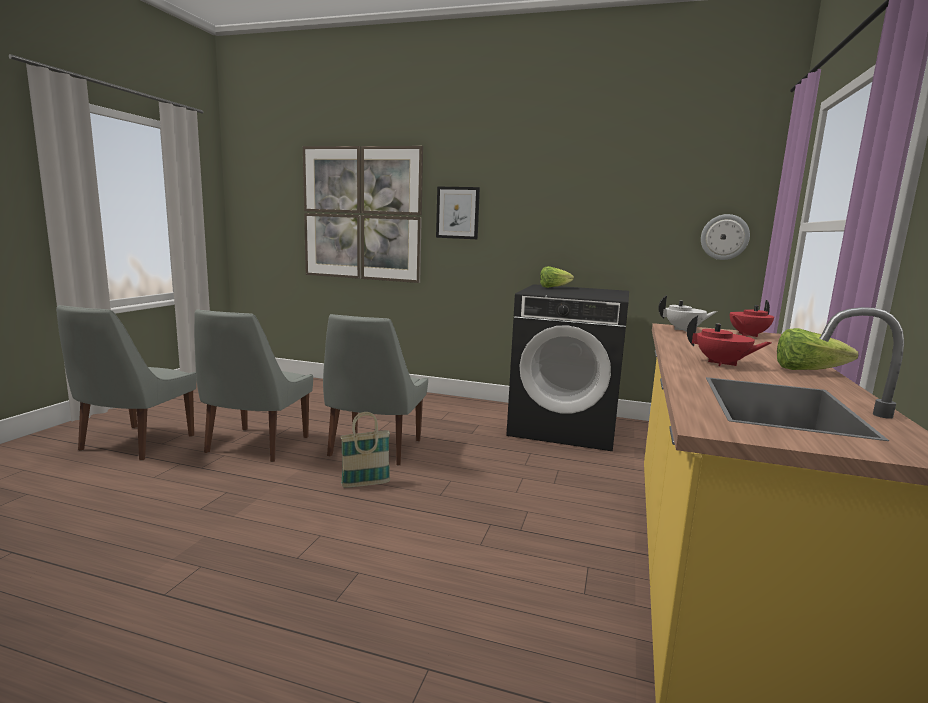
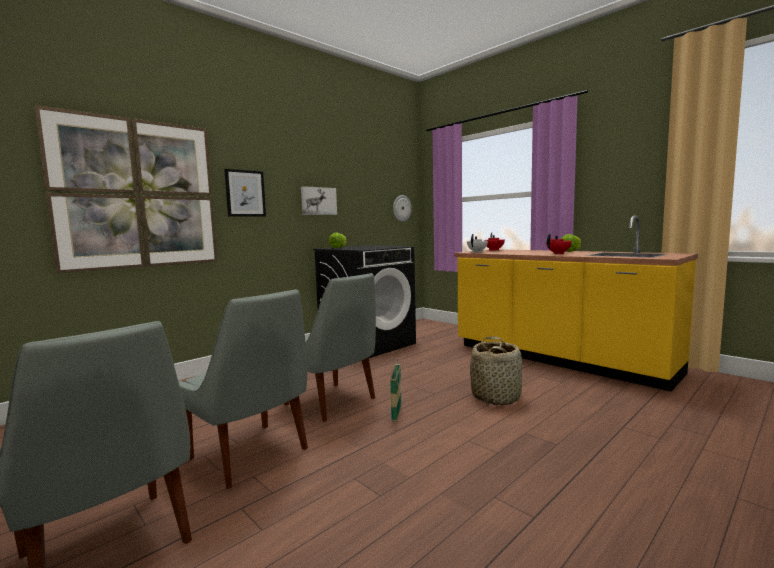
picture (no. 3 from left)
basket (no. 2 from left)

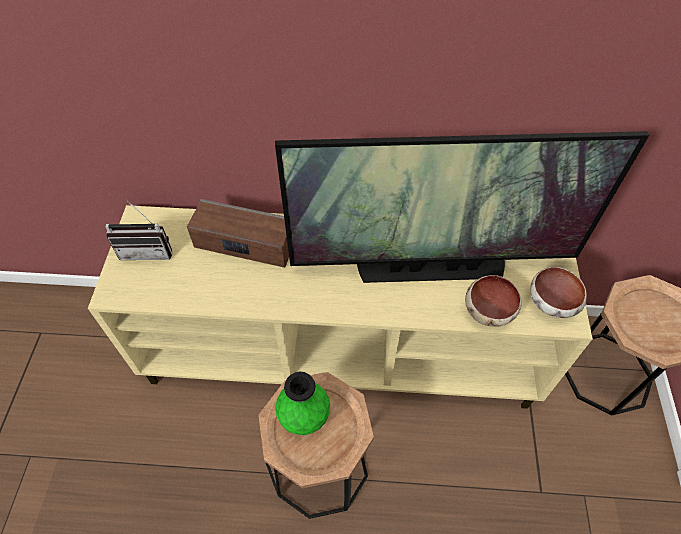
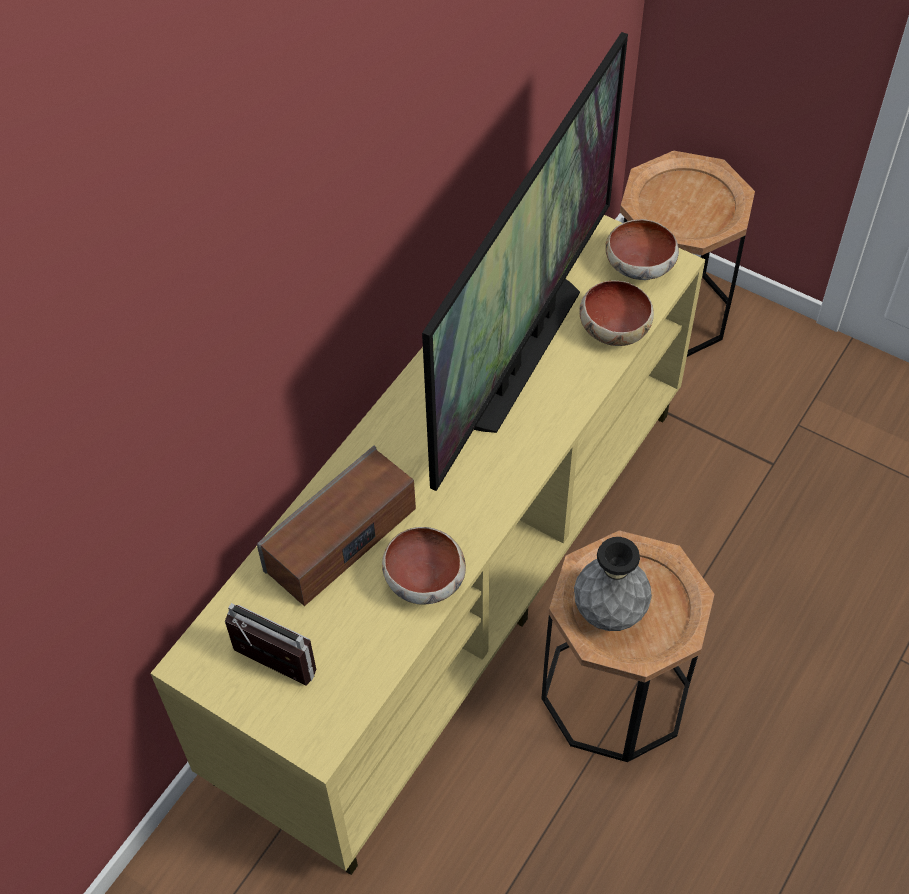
radio
vase (grey)
bowl (no. 1 from left)

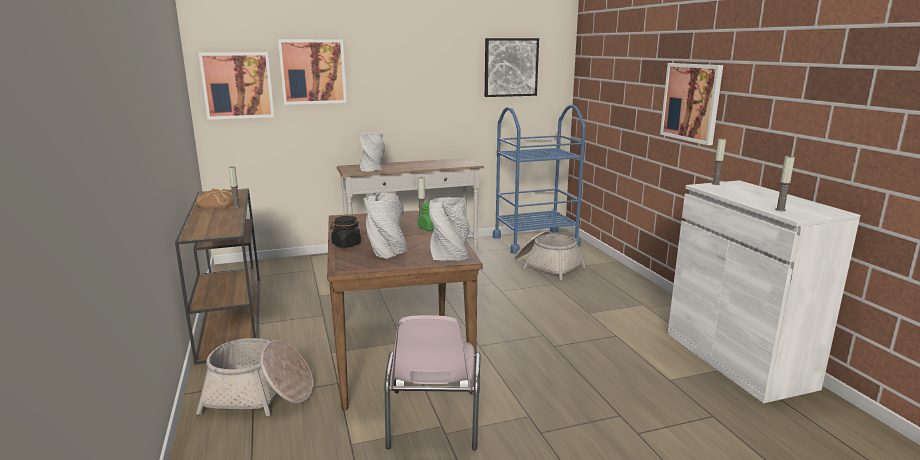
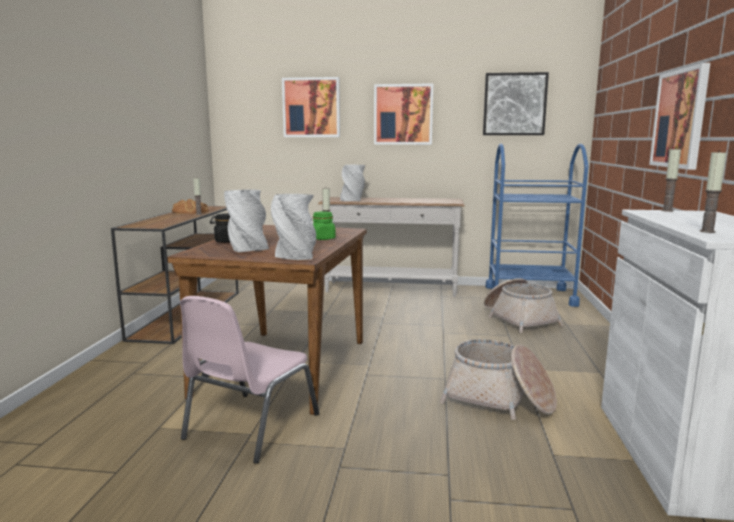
picture (no. 2 from left)
basket (no. 1 from left)

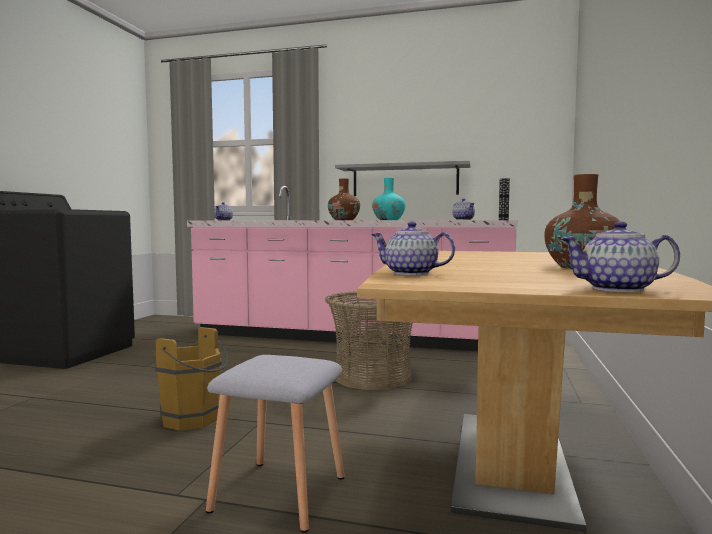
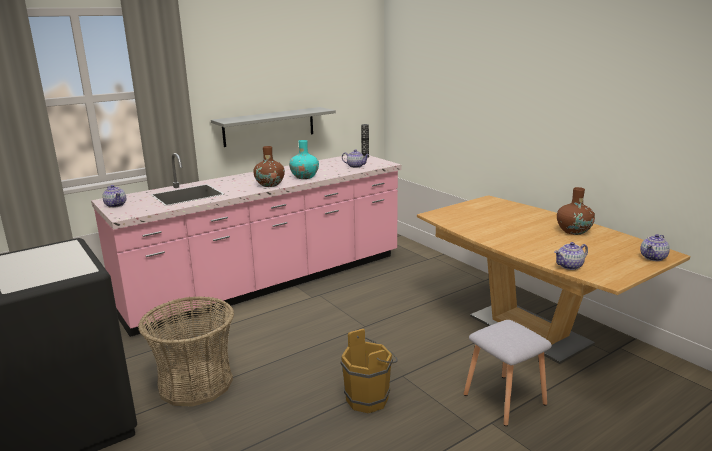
basket

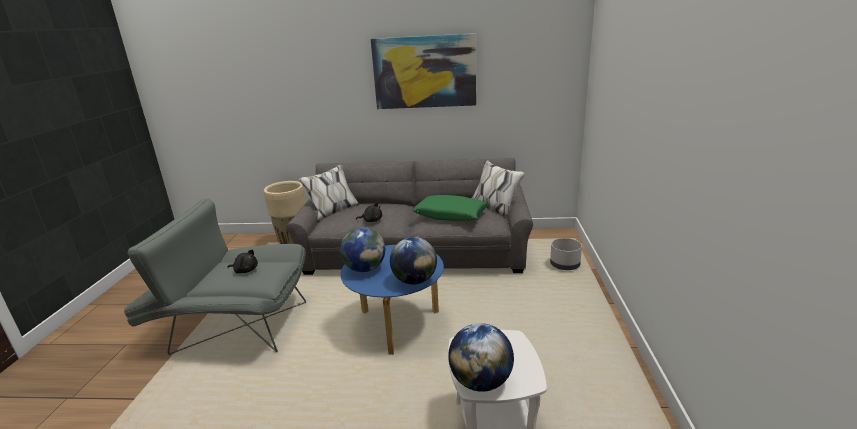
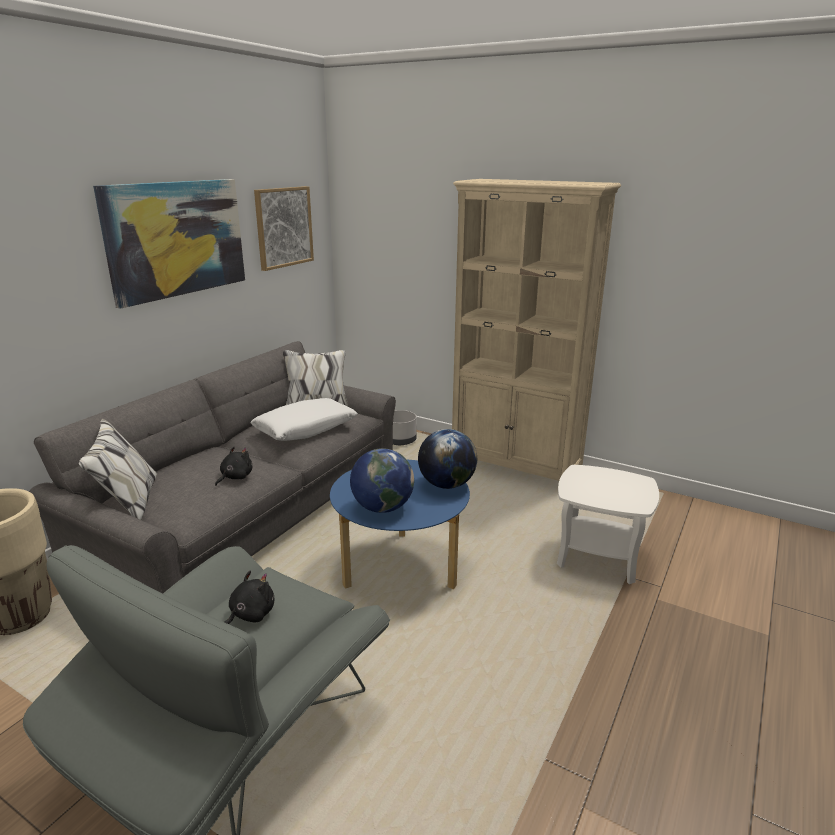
pillow (white)
globe (no. 3 from left in the first image)
bookcase (beige)
picture (no. 2 from left)

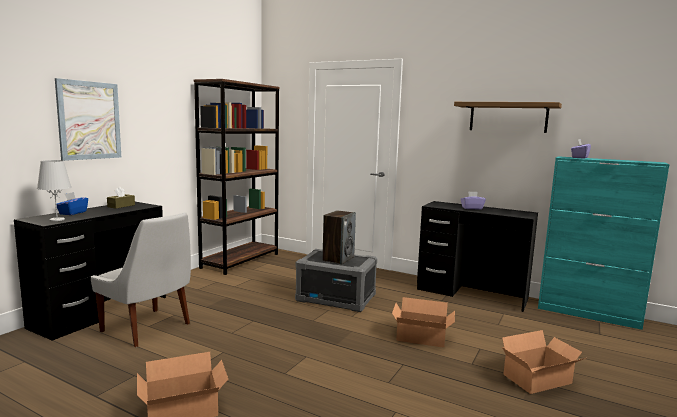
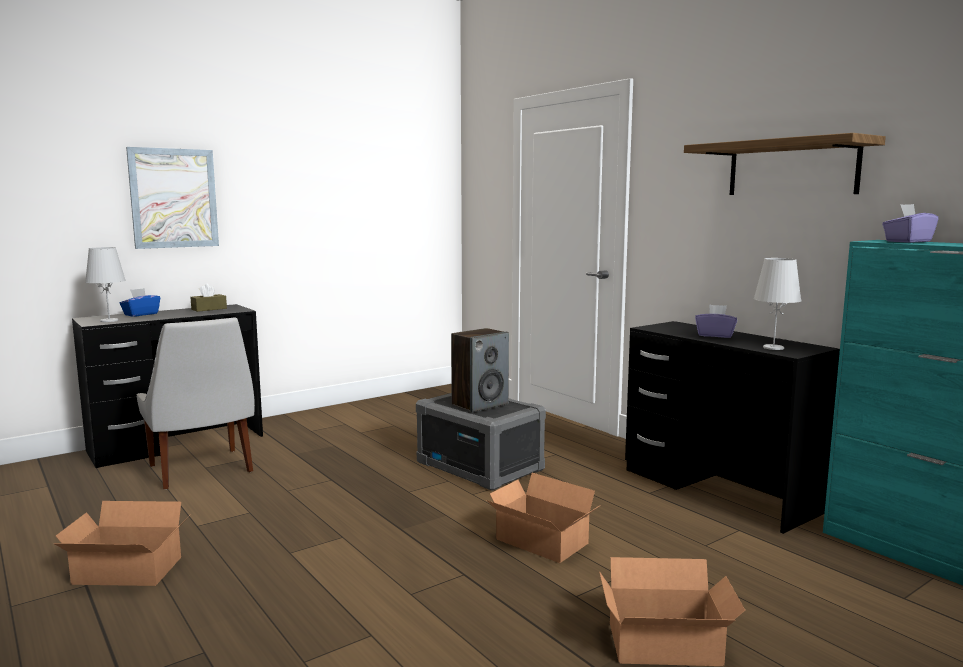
bookcase (brown)
table lamp (white) (no. 2 from left)

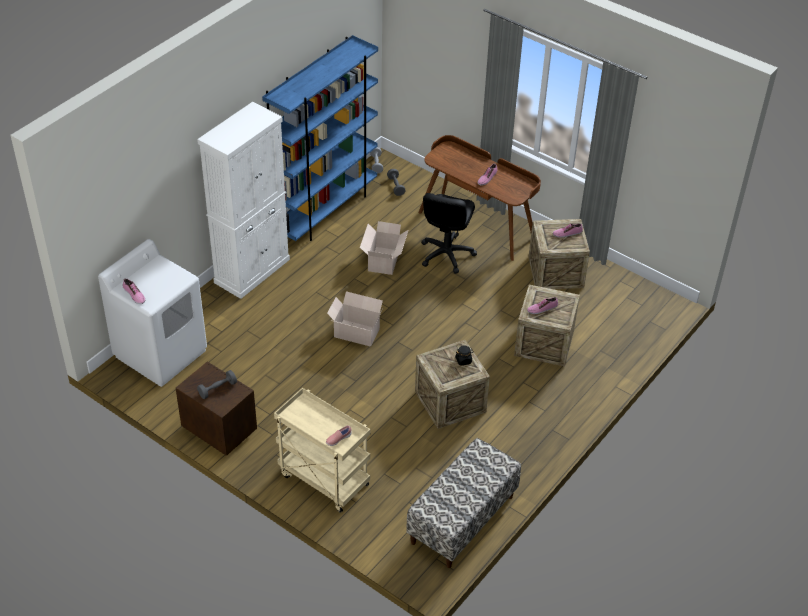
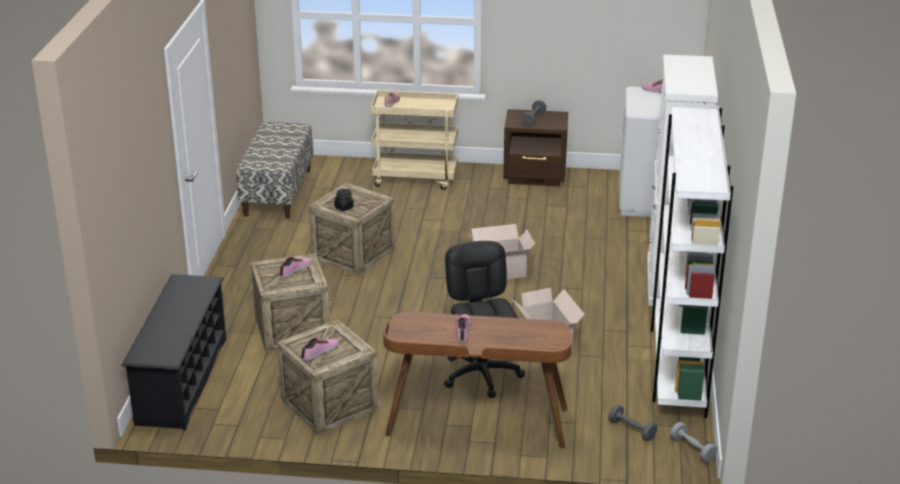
bookcase (white)
shoe rack (black)

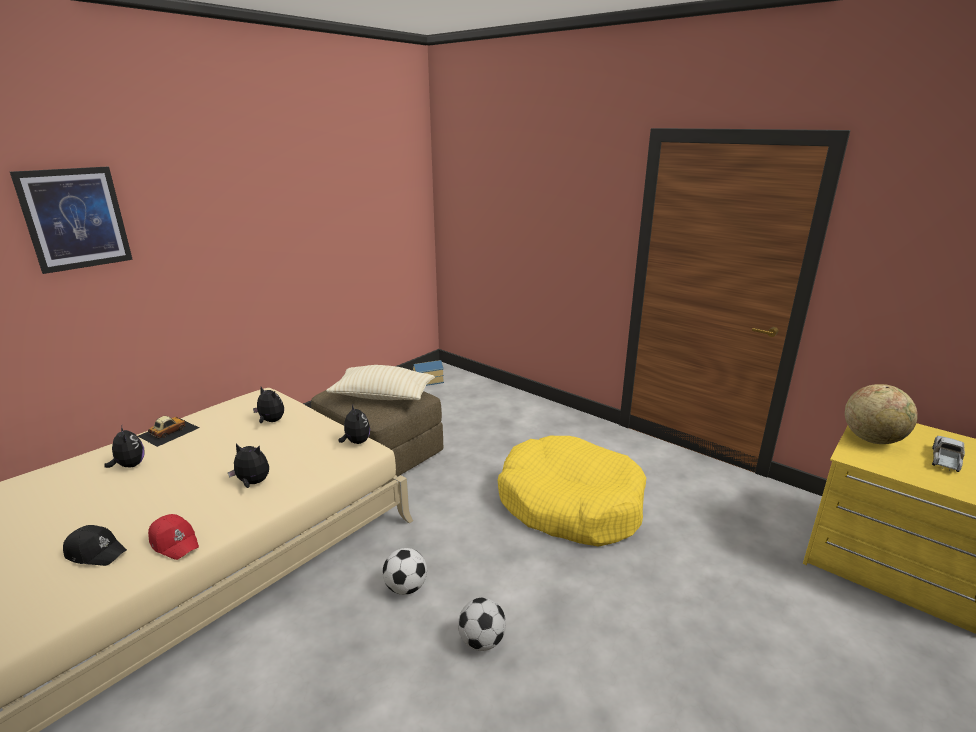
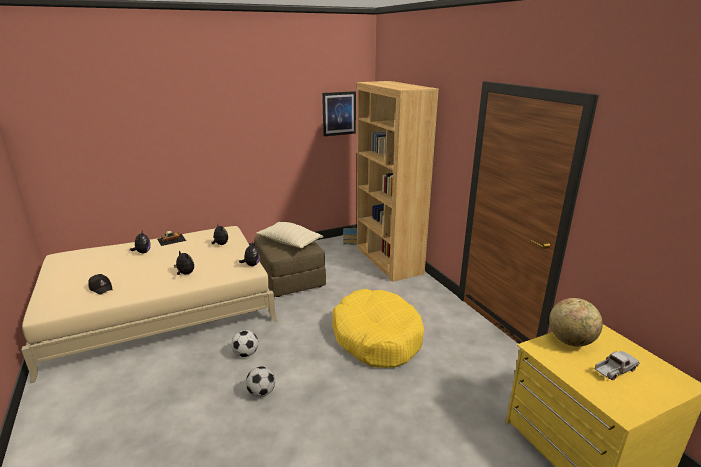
picture
cap (red)
bookcase (brown)

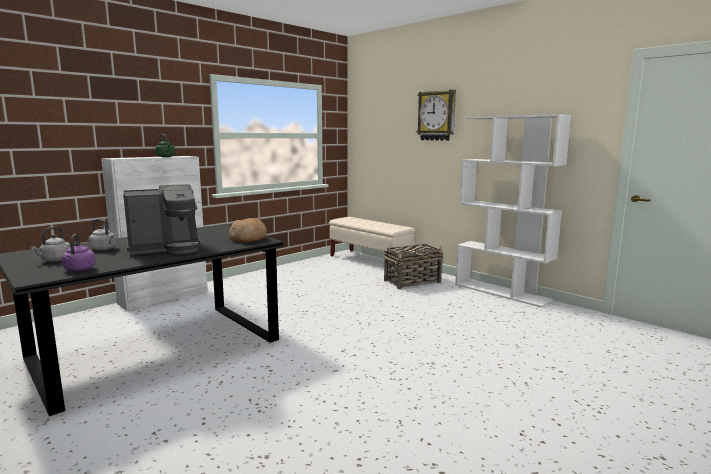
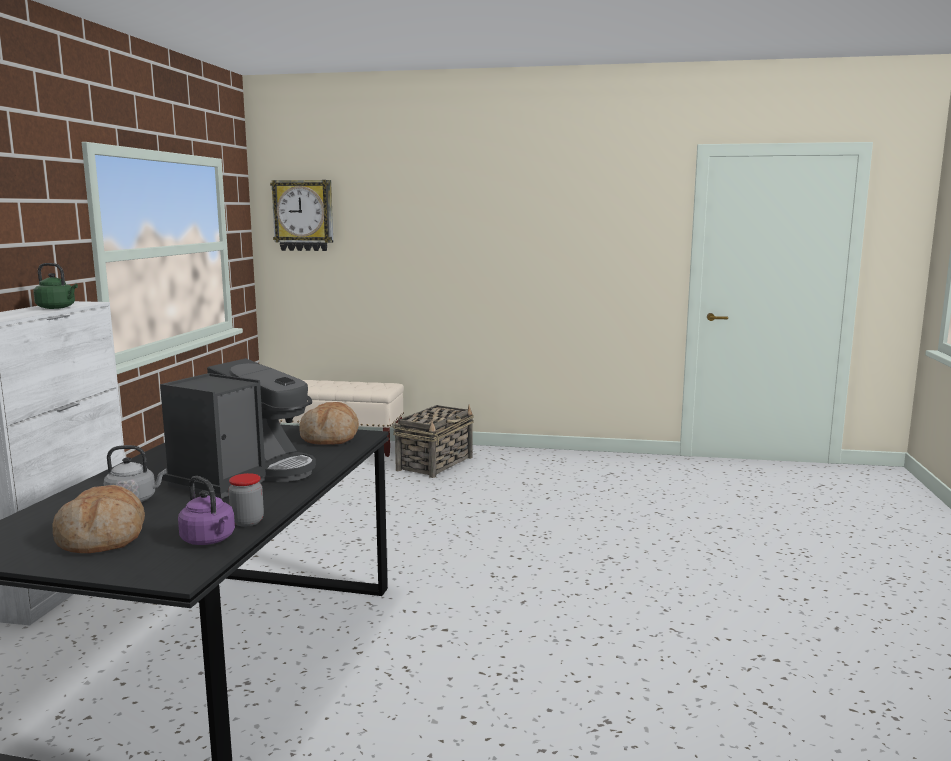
wall clock
bookcase (white)
bread (no. 1 from left)
jar

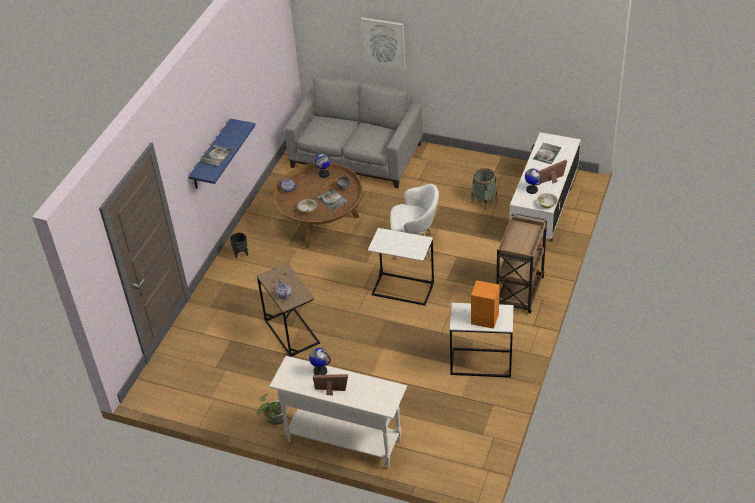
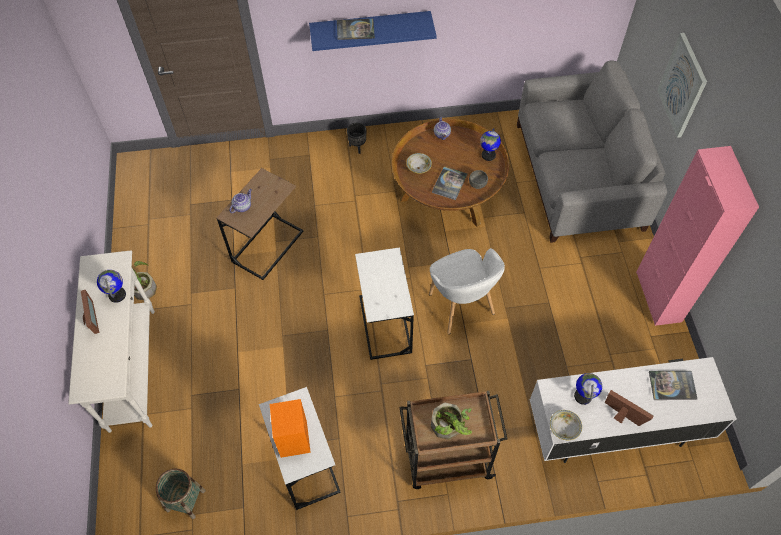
basket
cabinet (pink)
potted plant (no. 2 from left)

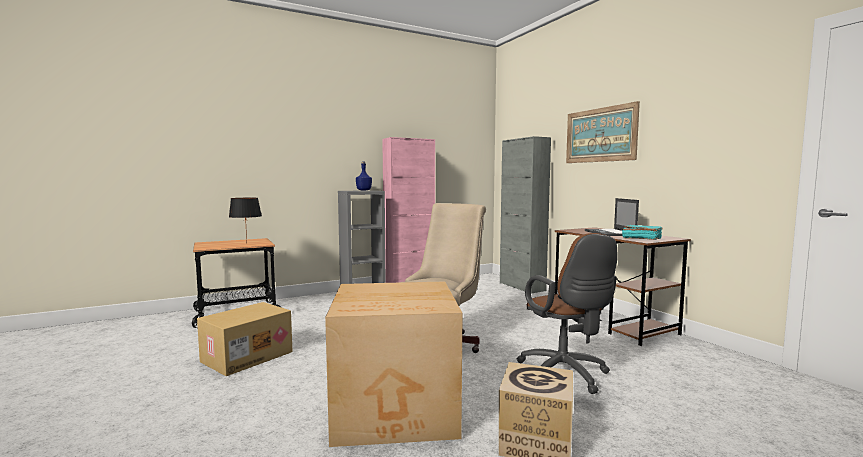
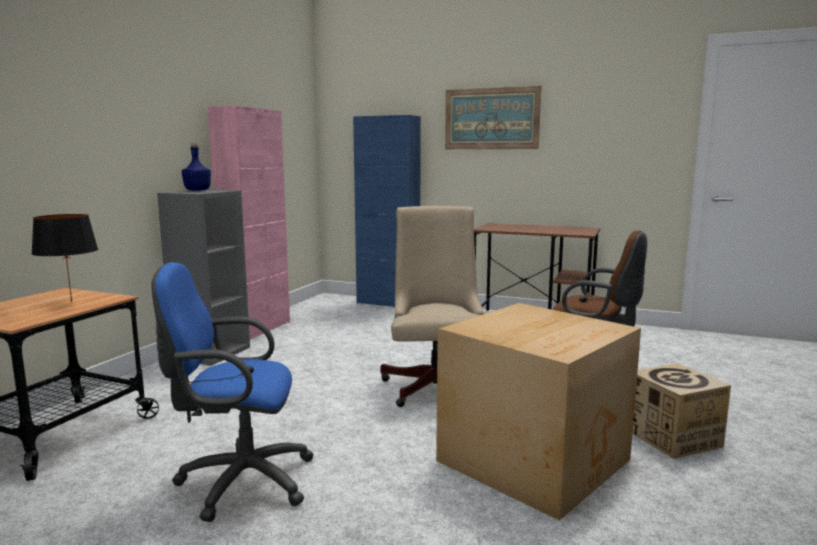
cabinet (blue)
laptop
book (turquoise)
office chair (blue)

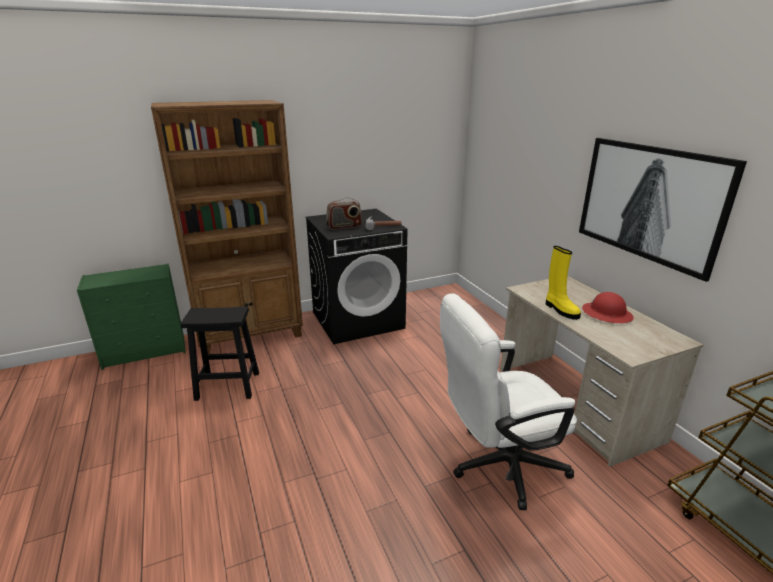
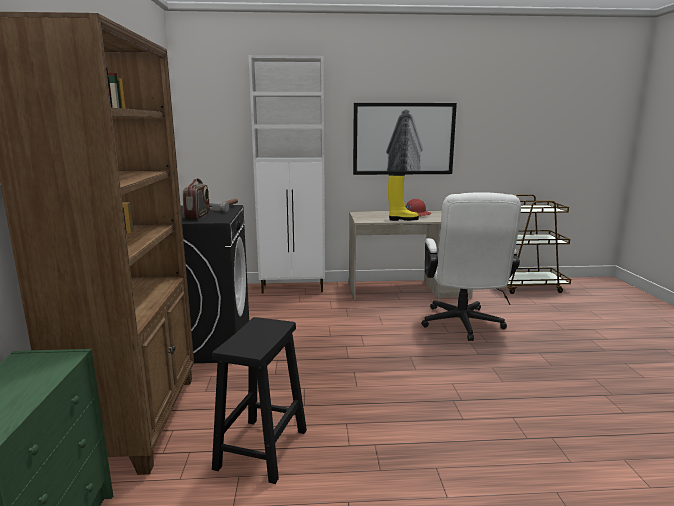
cabinet (white)

